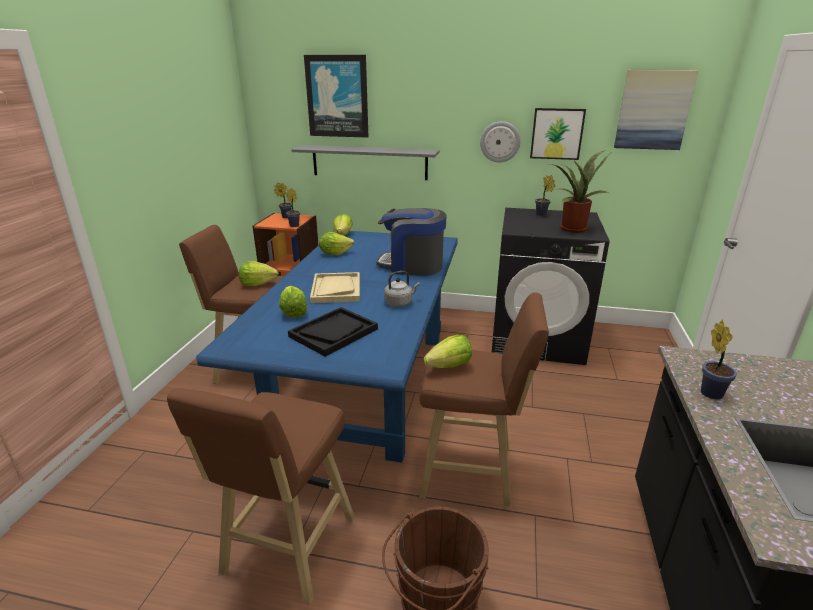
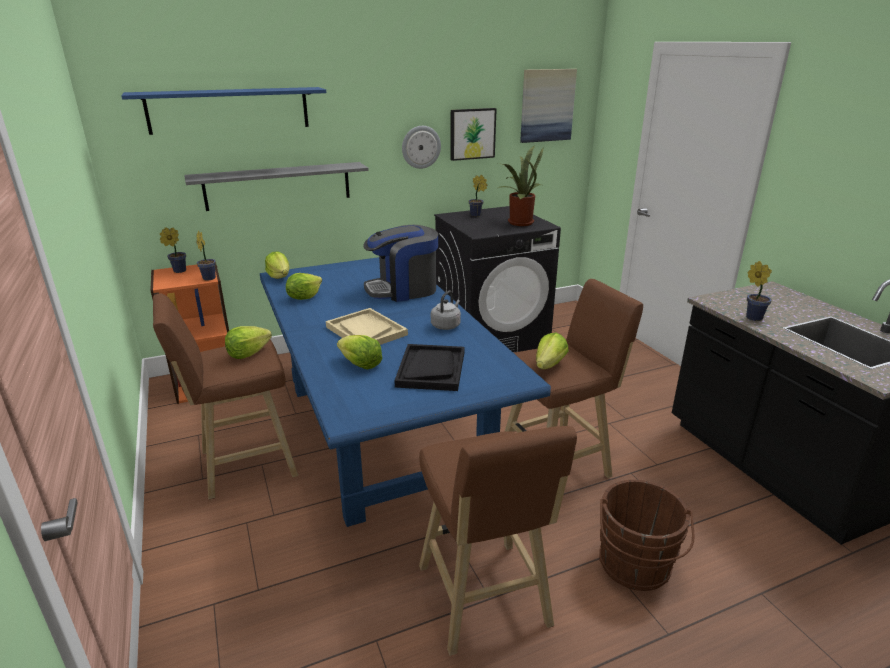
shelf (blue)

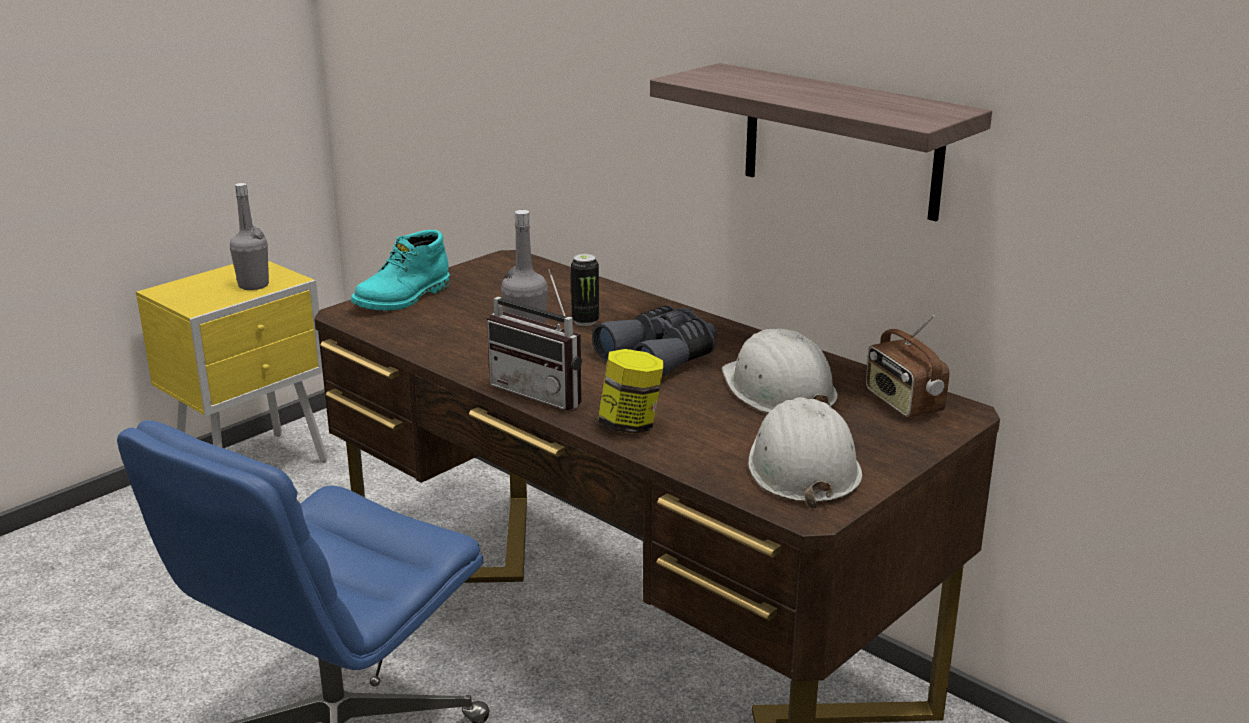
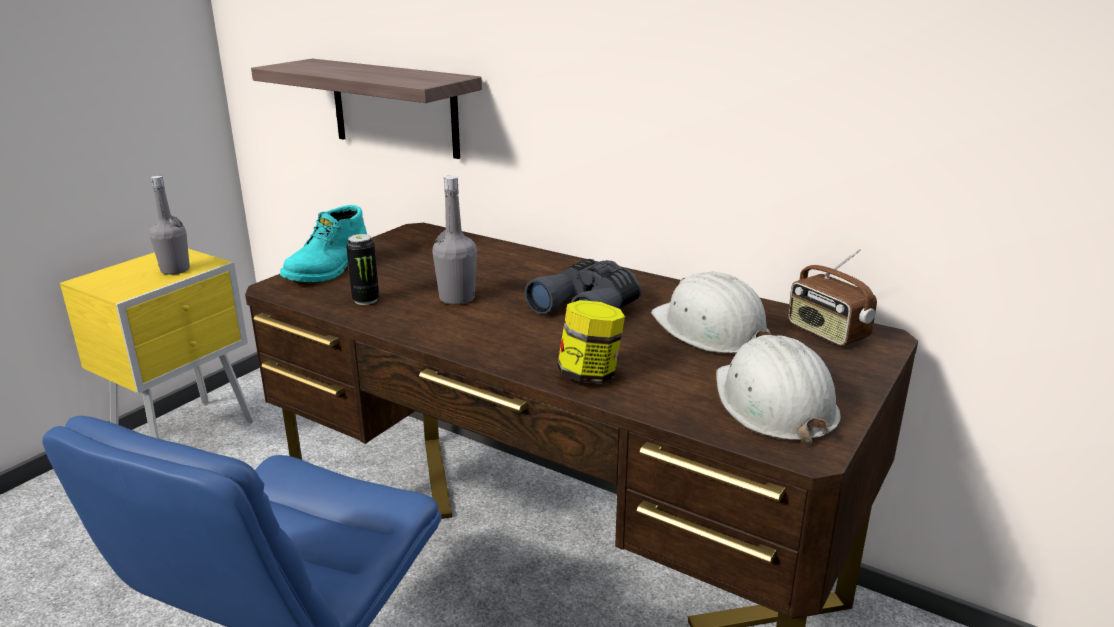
shelf
can
radio (no. 1 from left in the first image)

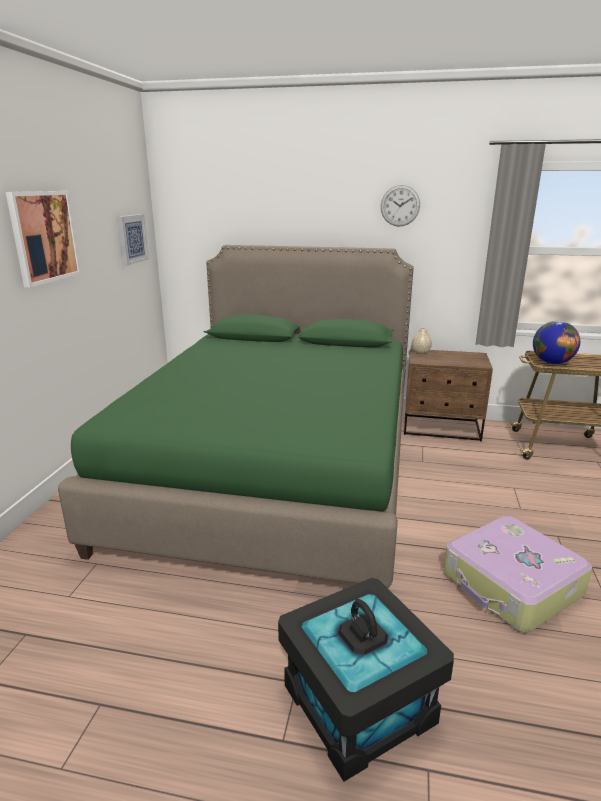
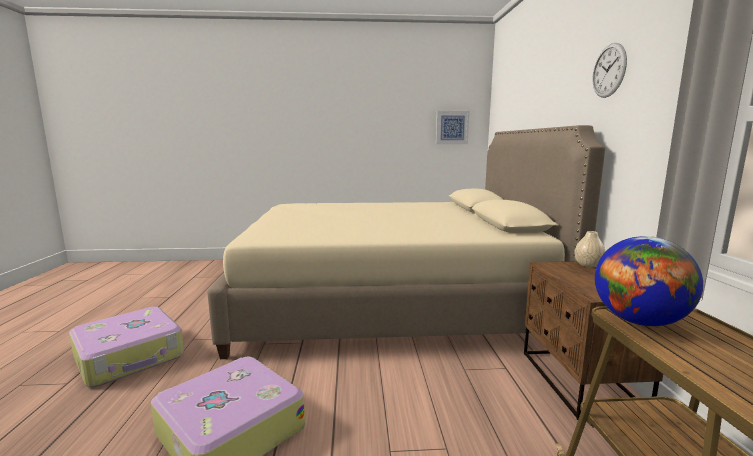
picture (no. 1 from left in the first image)
bed (beige)
suitcase (no. 1 from left)

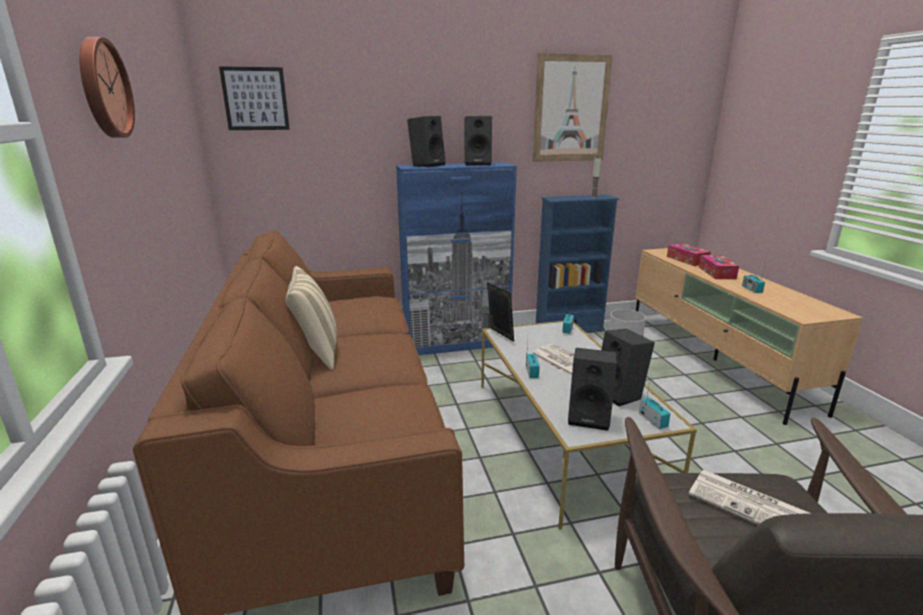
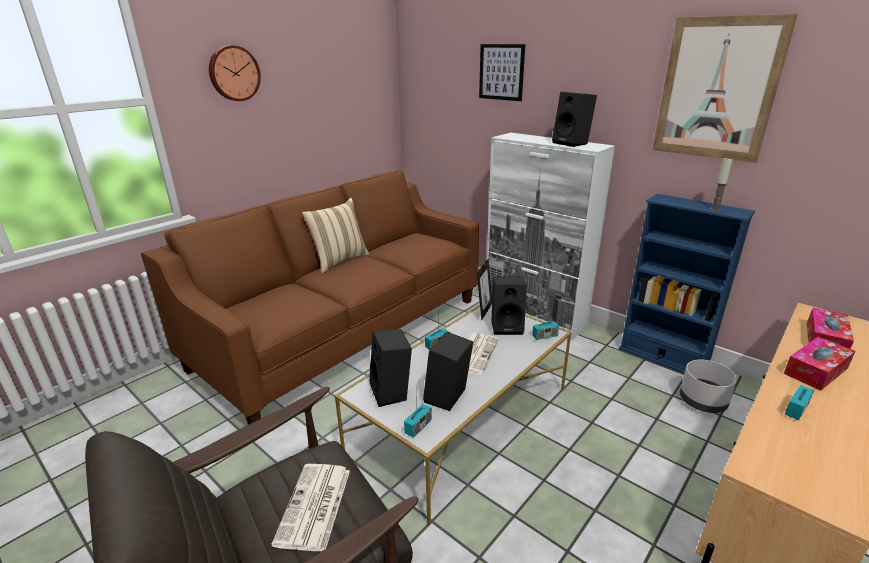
picture (no. 1 from left)
speaker (black) (no. 3 from left)
cabinet (white)

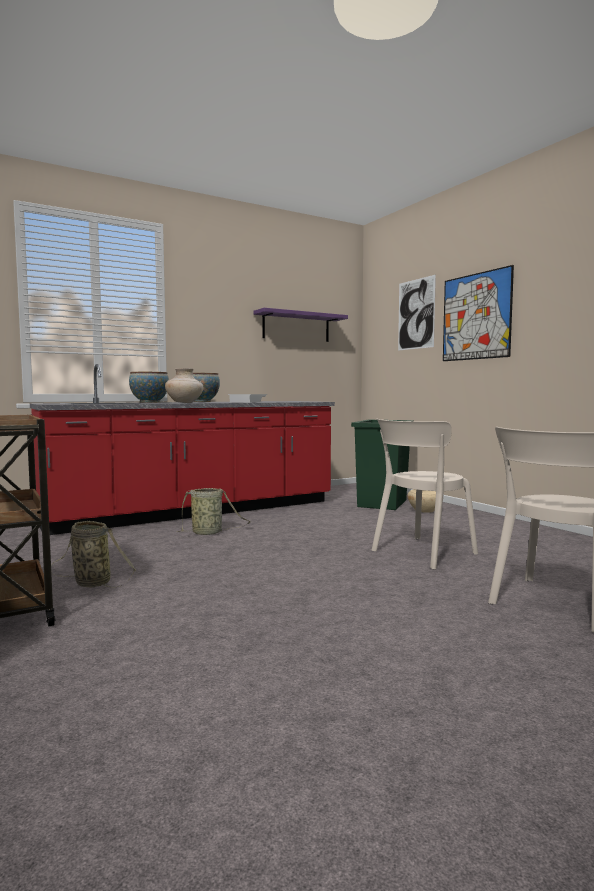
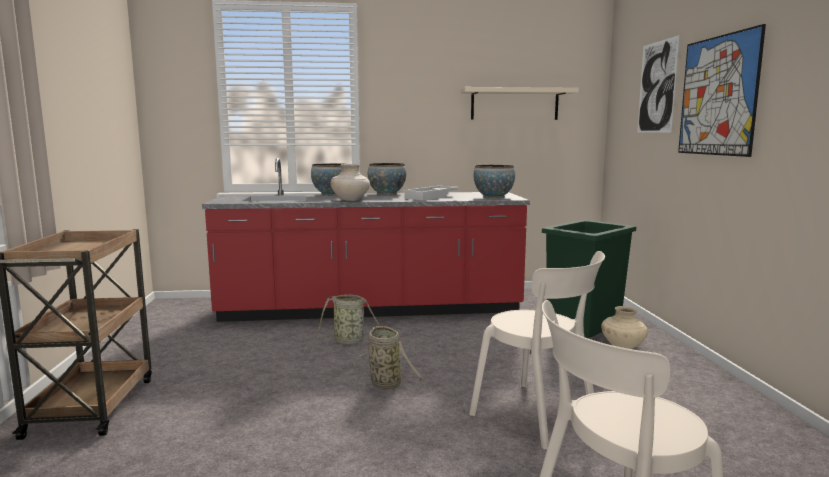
shelf (beige)
chair (beige) (no. 1 from left)
basket (no. 2 from left)
bowl (no. 3 from left)

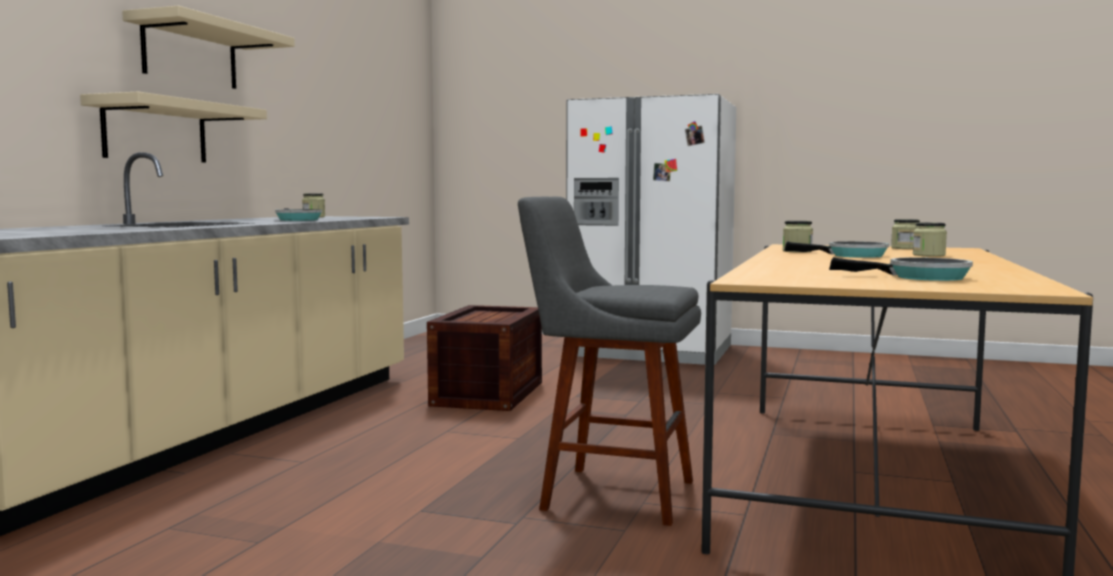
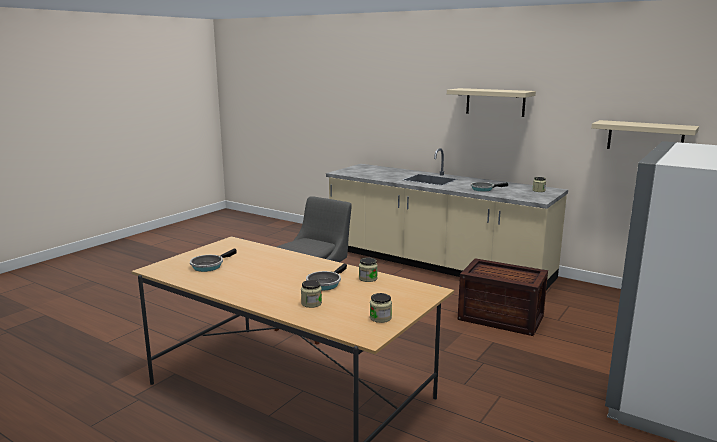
shelf (beige) (no. 2 from left)

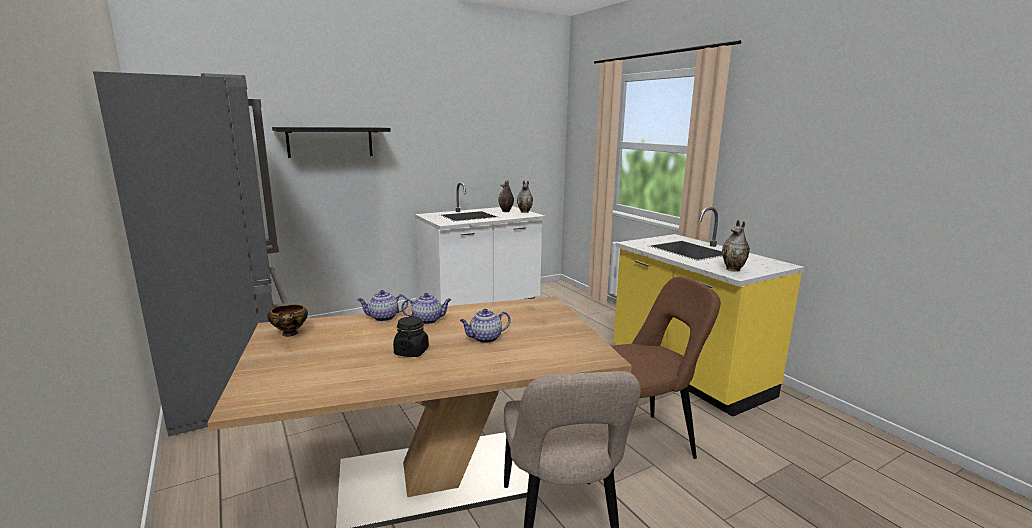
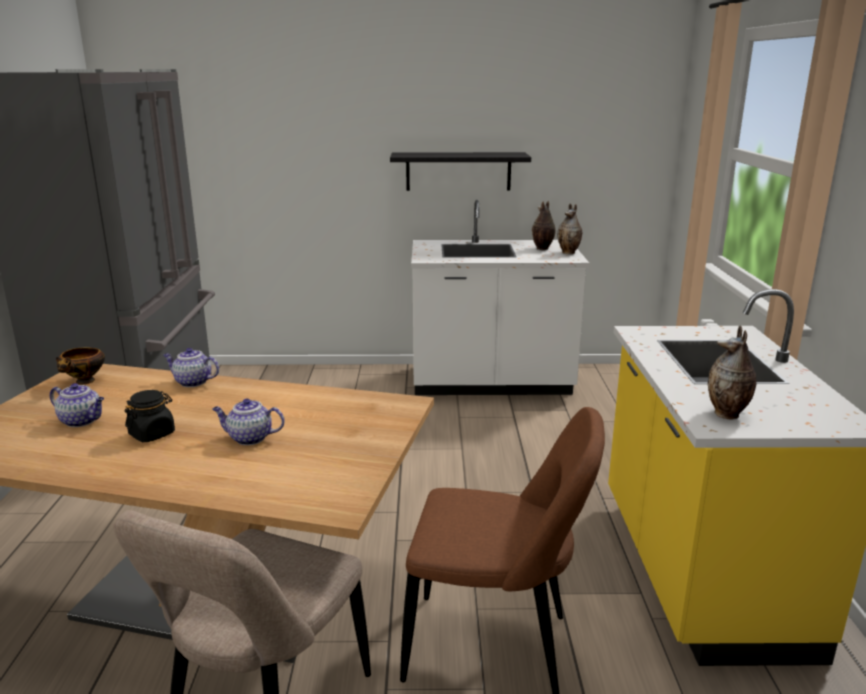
shelf (black)
teapot (no. 1 from left)

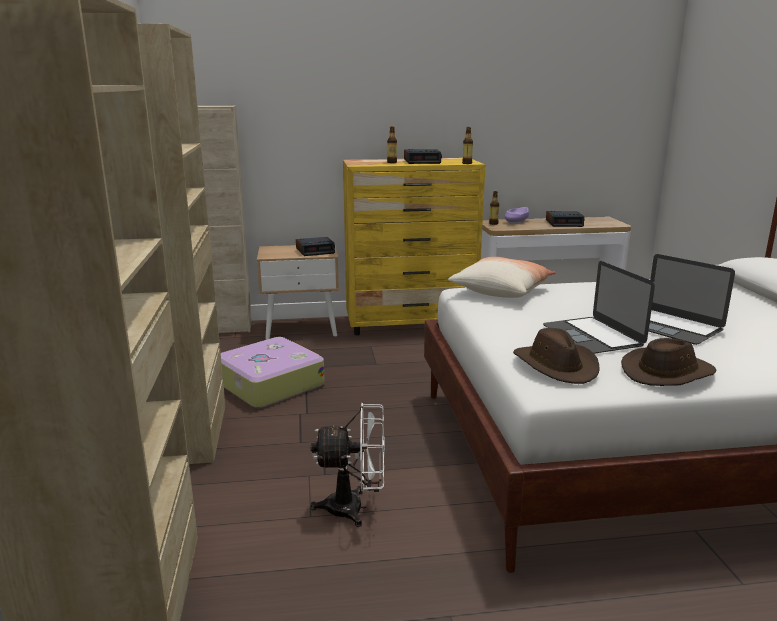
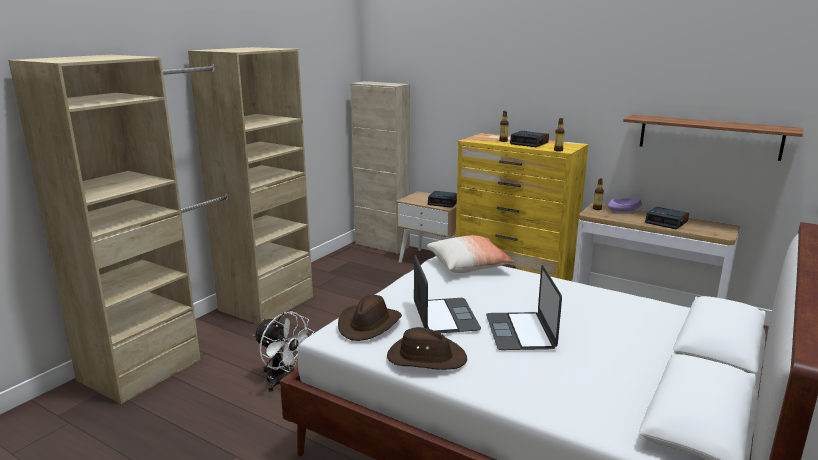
laptop (no. 1 from left)
suitcase
shelf

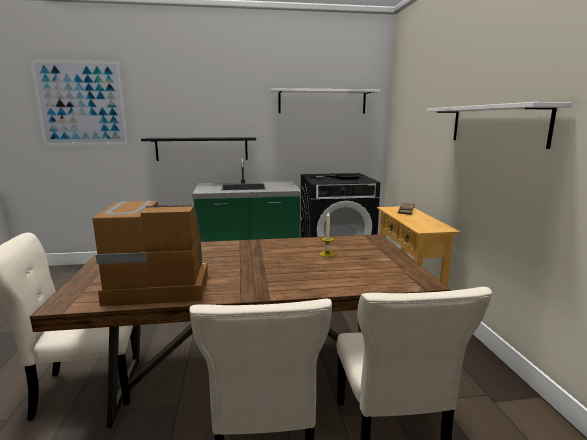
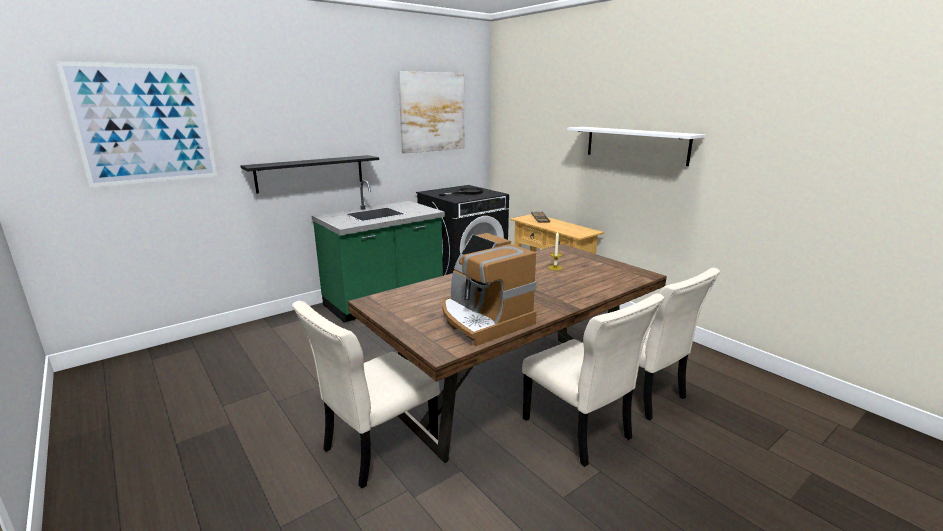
picture (no. 2 from left)
coffee machine

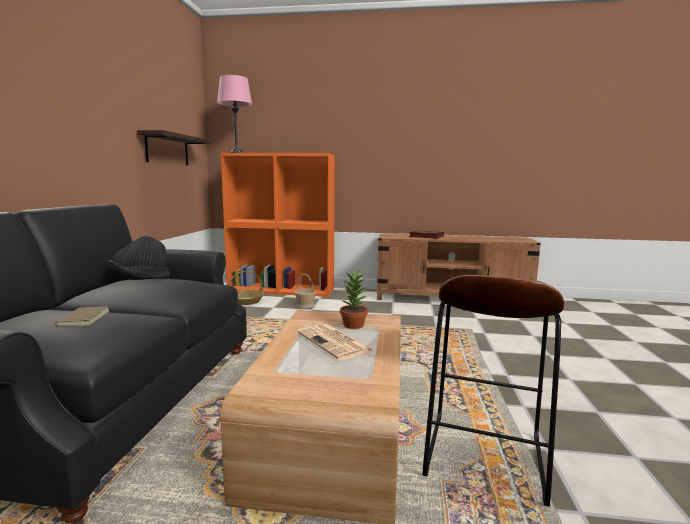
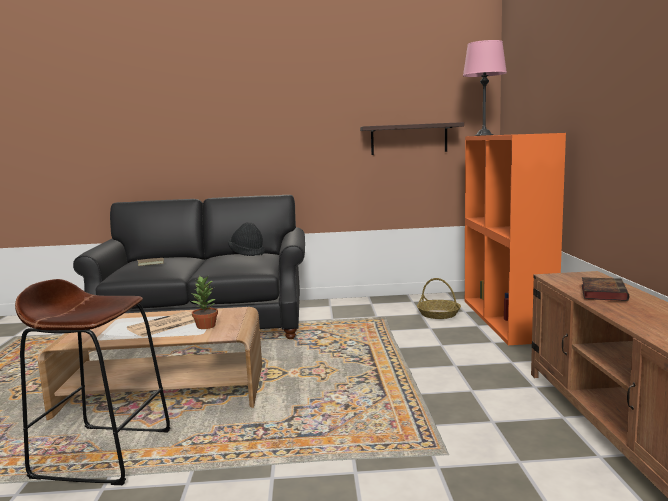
basket (no. 2 from left in the first image)

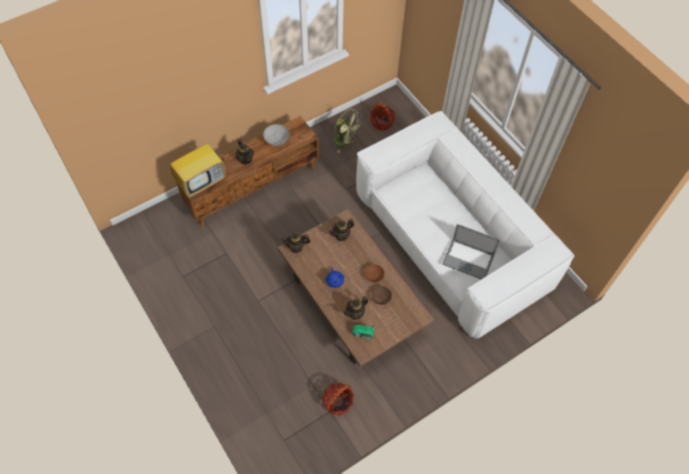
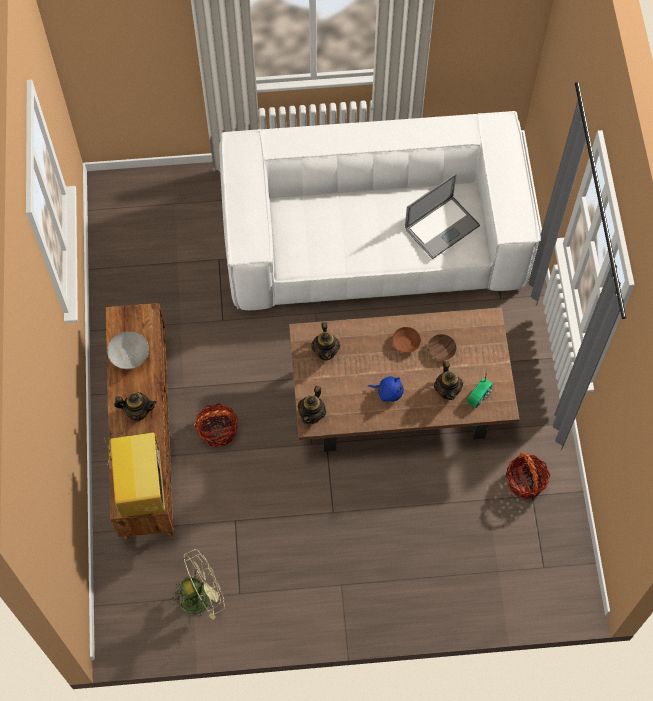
basket (no. 1 from left)
fan (green)

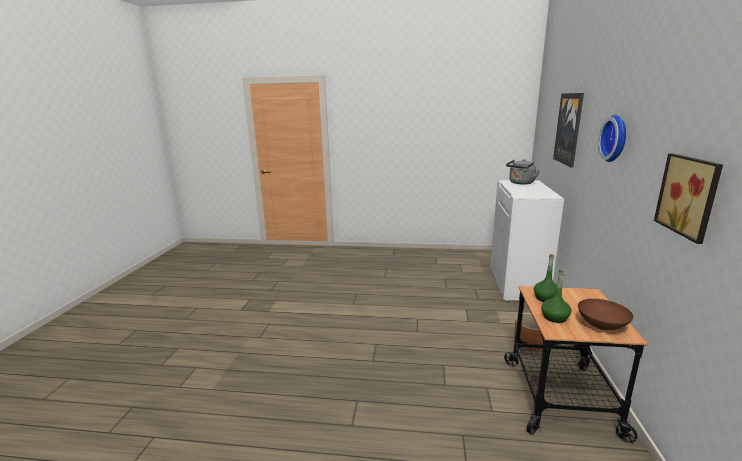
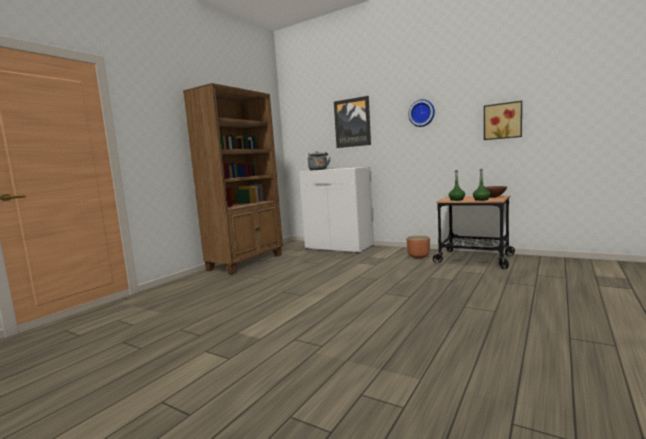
bookcase (brown)

